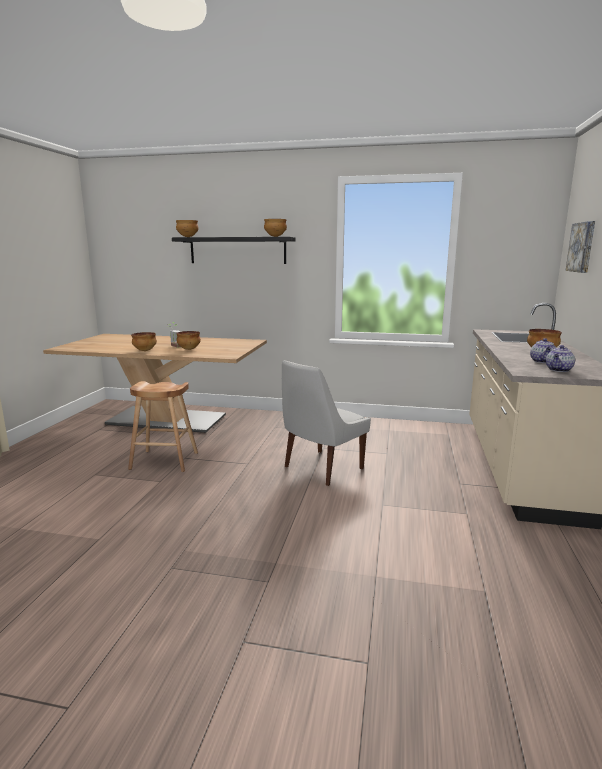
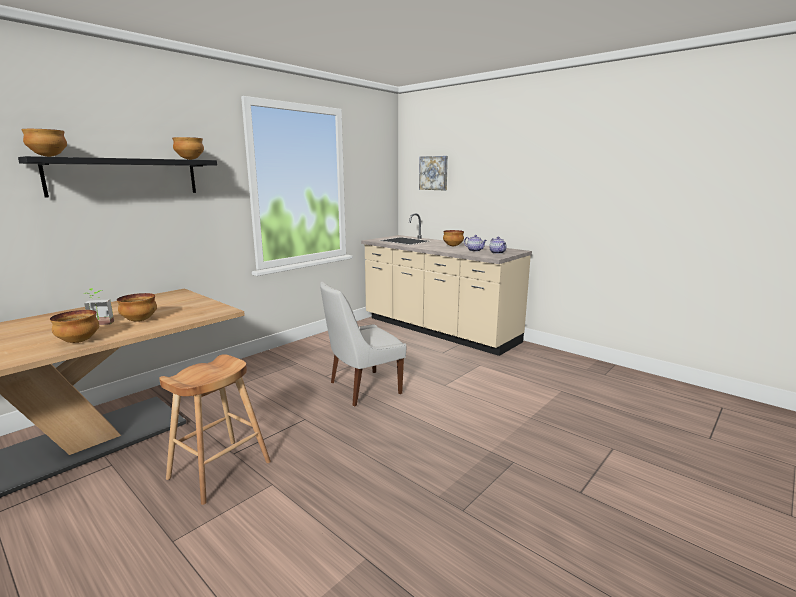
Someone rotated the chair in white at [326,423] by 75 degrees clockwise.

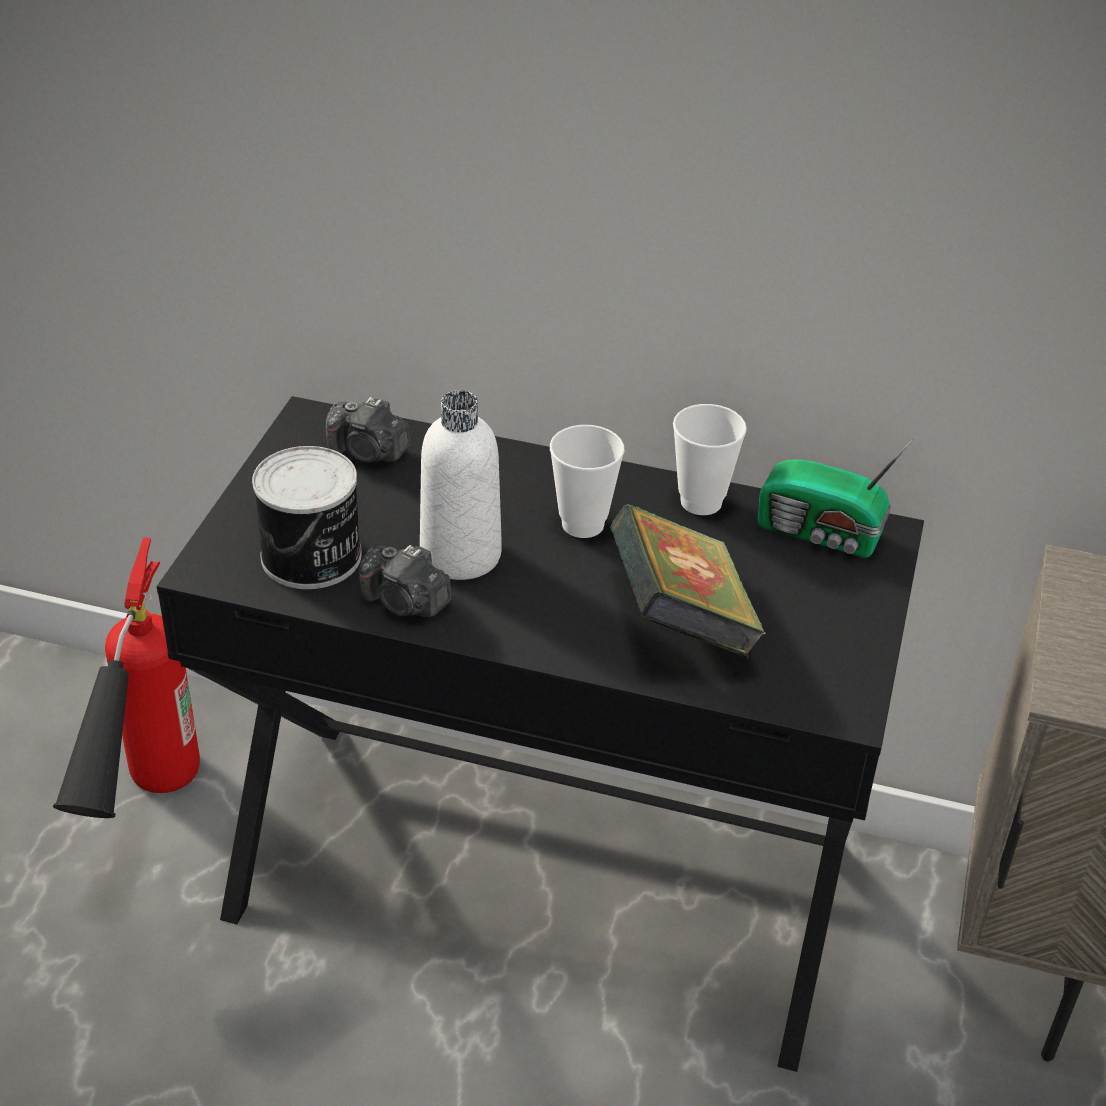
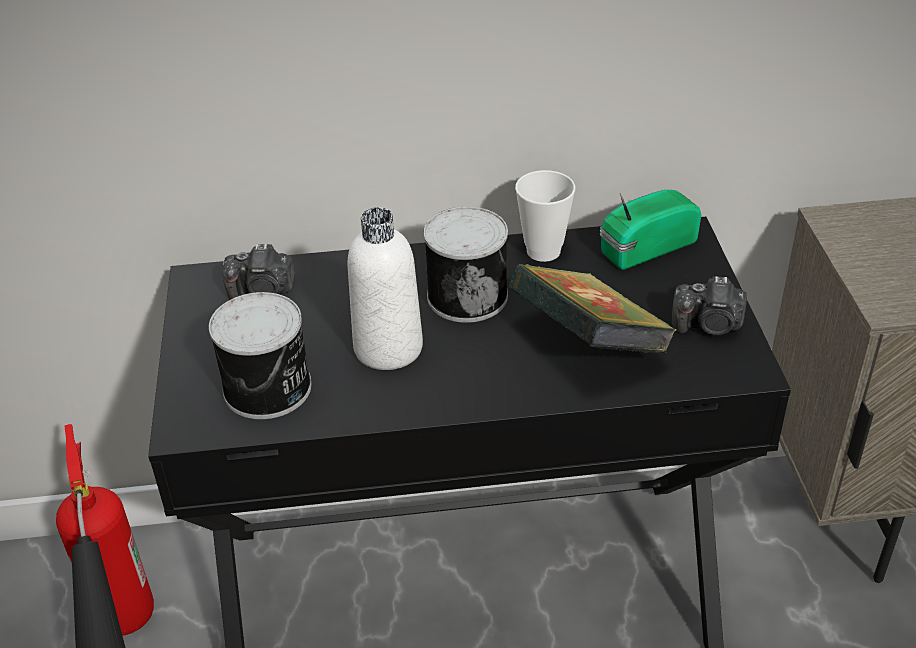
Someone carried the photo camera from [405,580] to [709,306].
Someone swapped the cup at [587,481] for the can at [465,265].
Someone rotated the radio at [835,499] by 150 degrees clockwise.

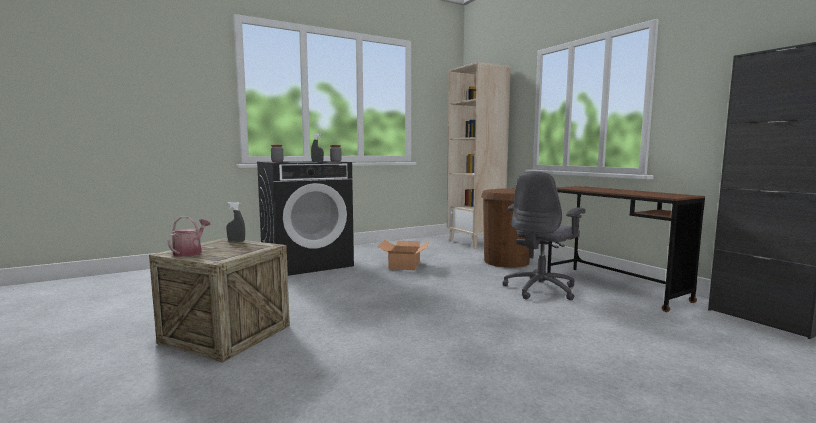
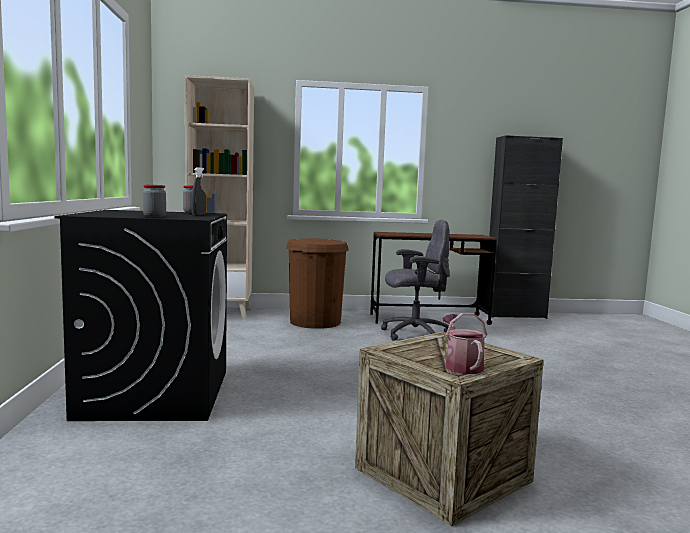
Someone rotated the watering can at [188,237] by 45 degrees clockwise.
Someone took away the spray bottle in grey at [235,222].
Someone took away the cardboard box at [403,255].
Someone rotated the office chair in grey at [544,235] by 75 degrees counterclockwise.

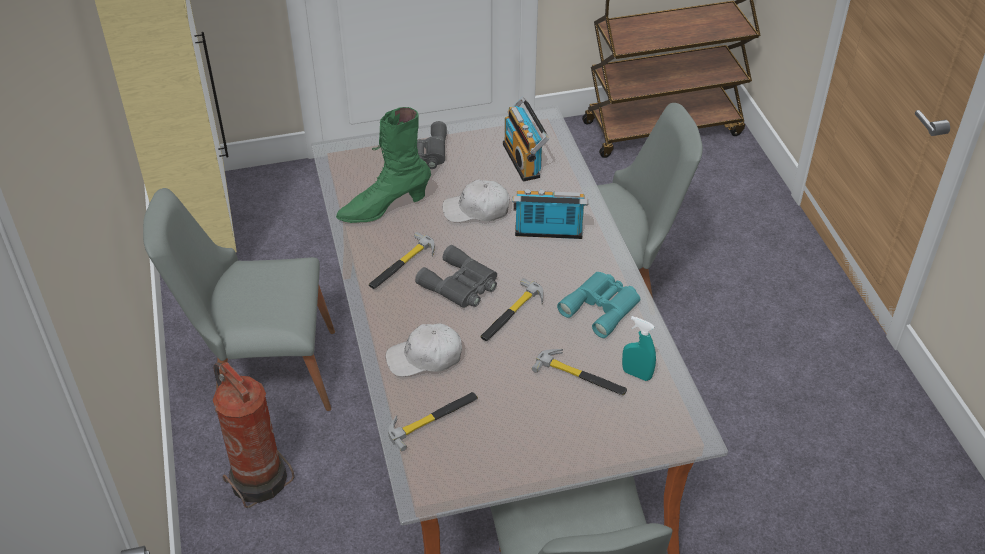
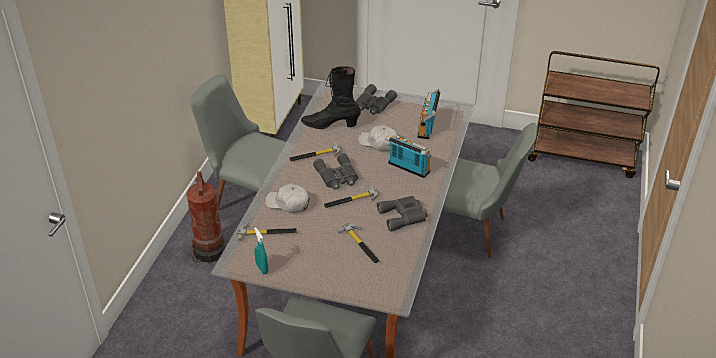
Someone repainted the boot in green at [383,165], which became the boot in black at [331,97].
Someone repainted the binoculars in turquoise at [598,305], which became the binoculars in grey at [402,213].
Someone carried the spray bottle in turquoise from [639,348] to [261,250].

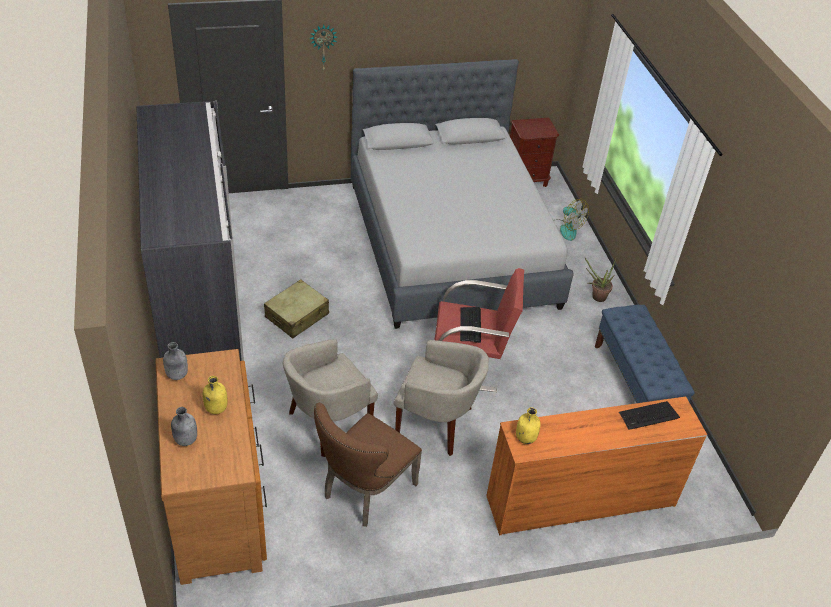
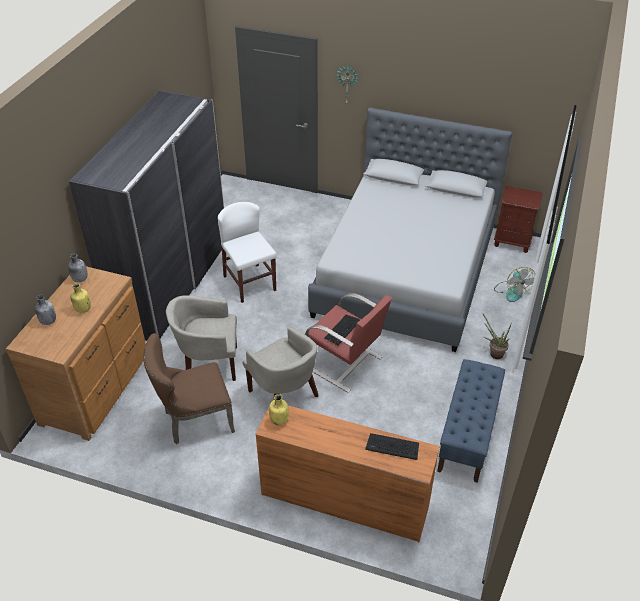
Someone swapped the suitcase in beige at [296,308] for the chair in white at [247,252].

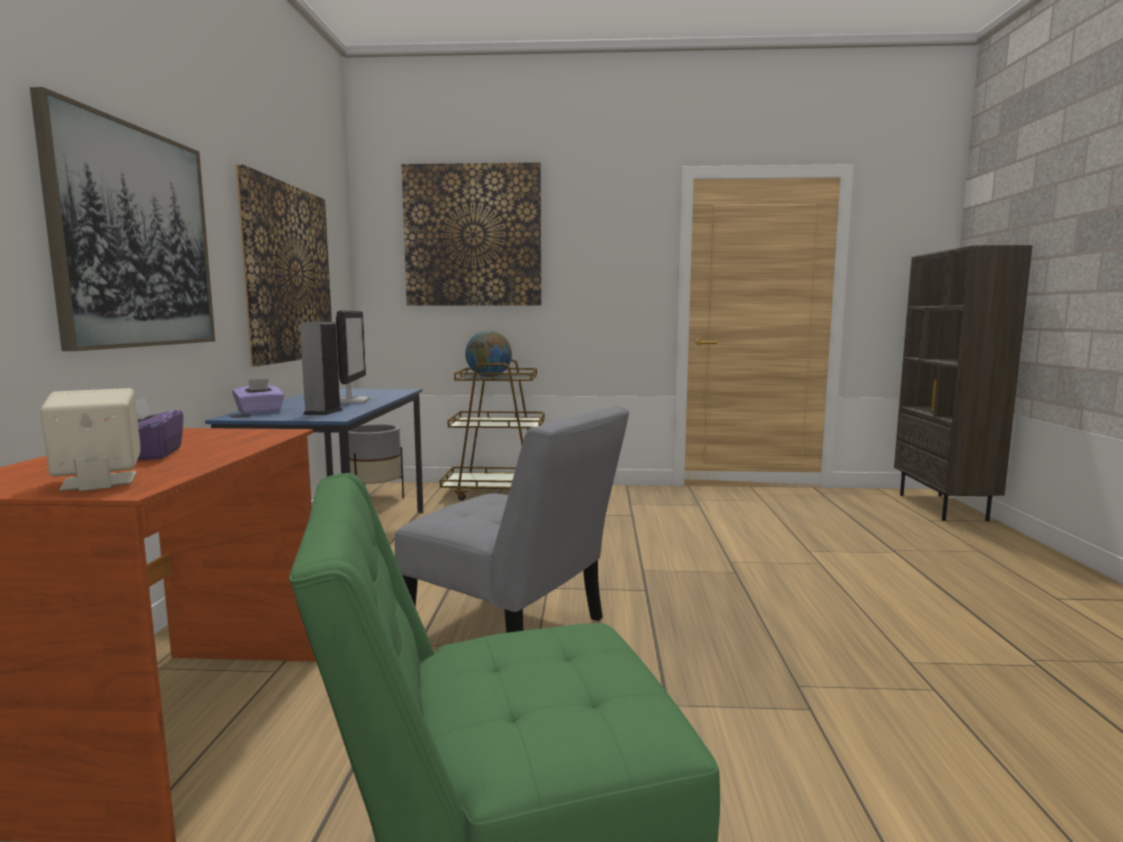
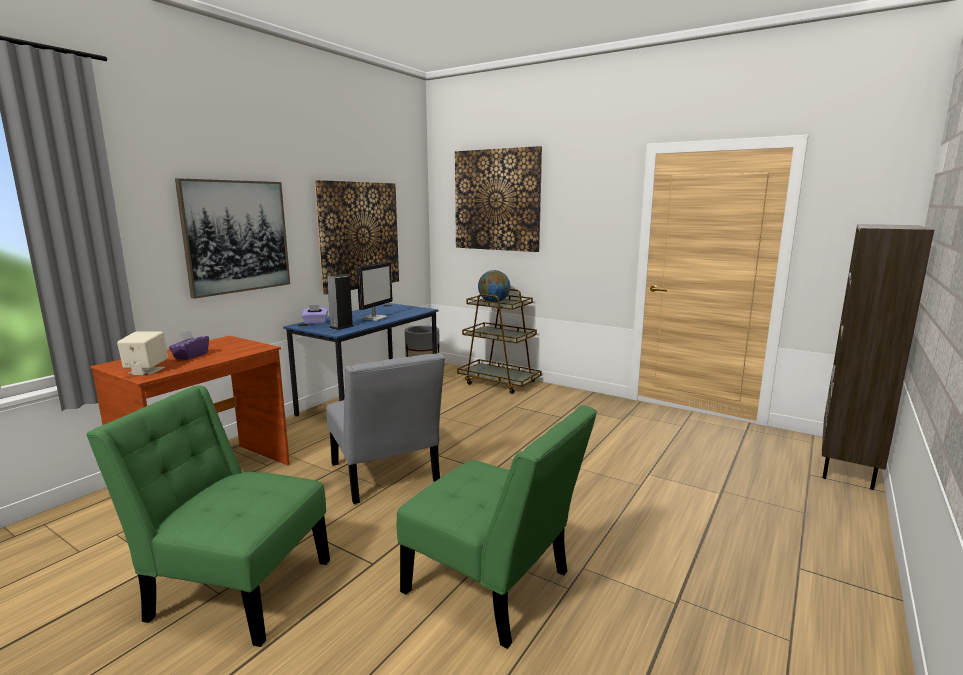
Someone put down the chair in green at [497,527].

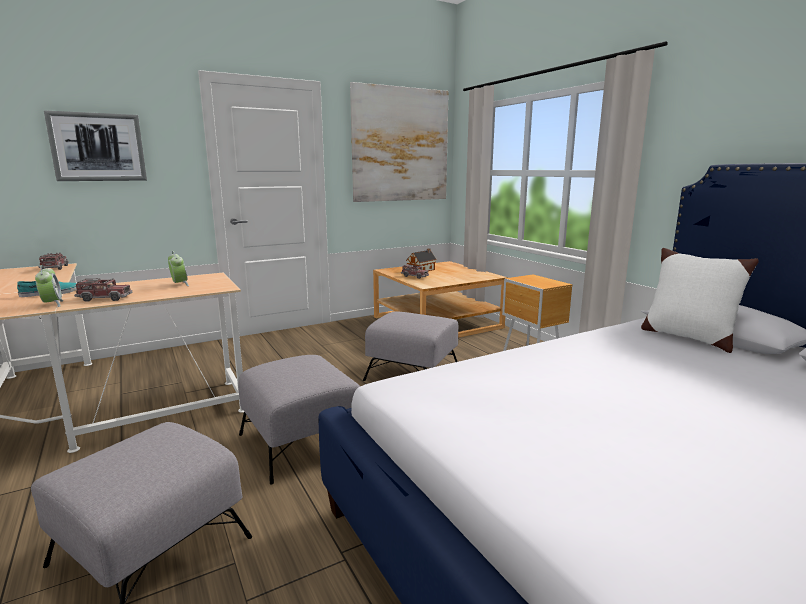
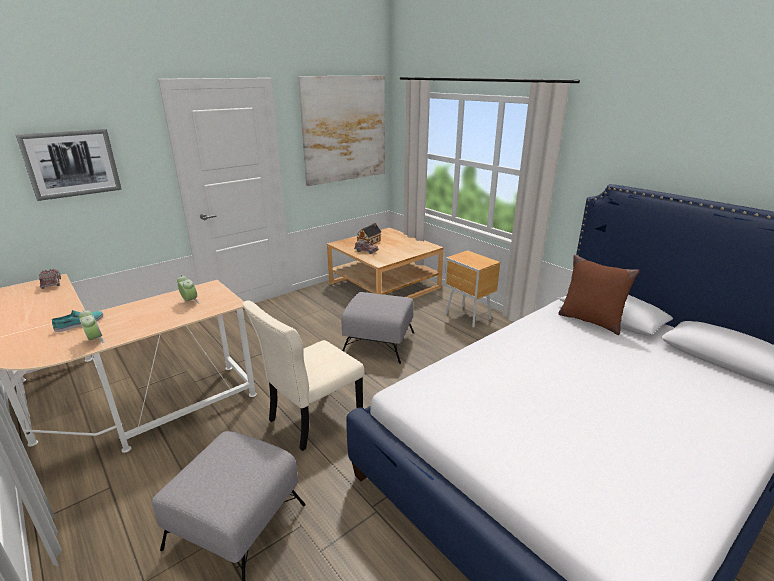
Someone took away the toy truck at [103,290].
Someone swapped the ottoman in grey at [299,420] for the chair in beige at [303,375].
Someone repainted the pillow in white at [700,300], which became the pillow in brown at [598,295].

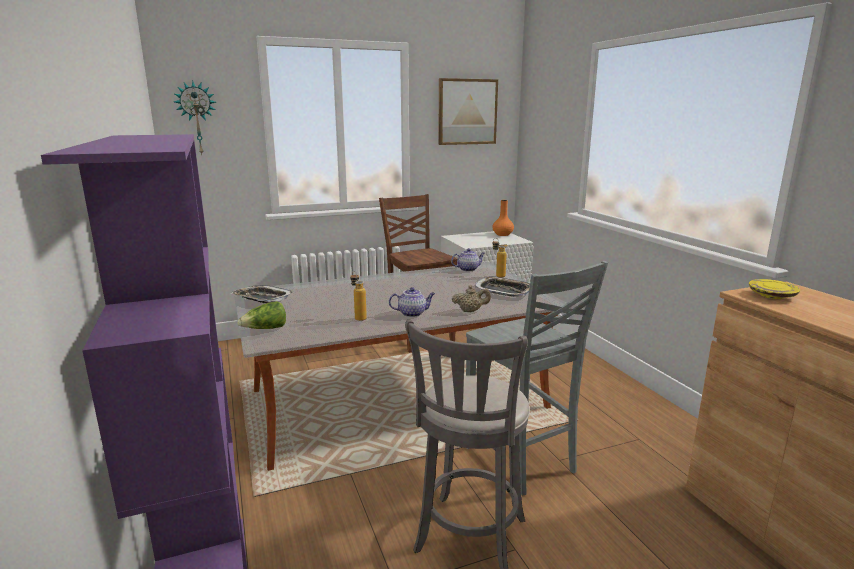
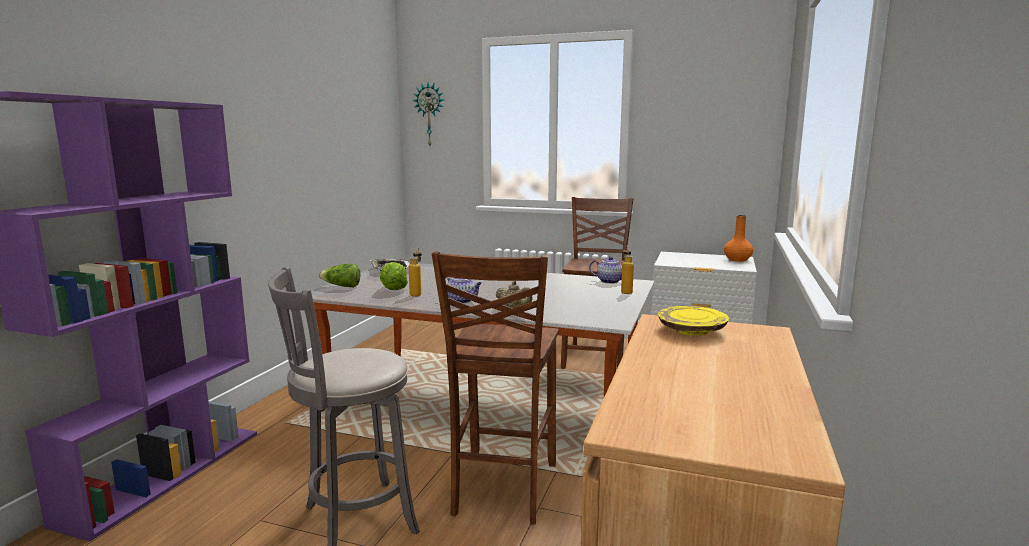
Someone took away the picture at [468,111].
Someone repainted the chair in grey at [537,378], which became the chair in brown at [495,388].
Someone took away the tray at [502,287].
Someone put down the lettuce at [394,276].

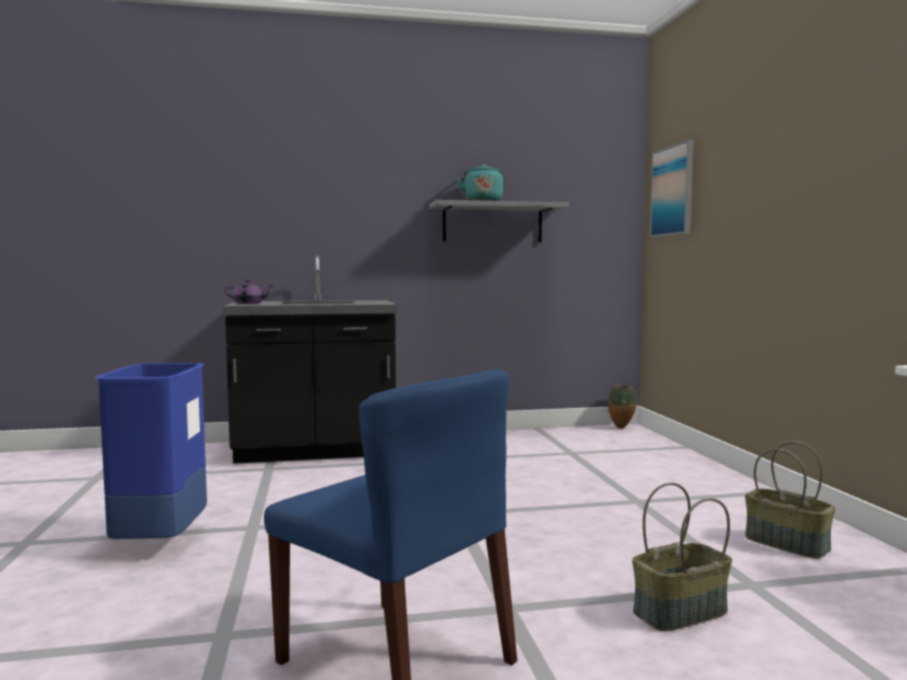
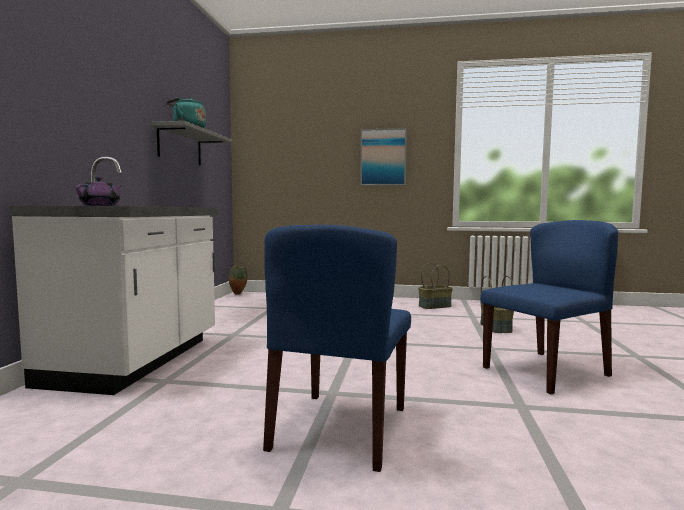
Someone swapped the trash can in blue at [151,451] for the chair in blue at [337,348].
Someone repainted the counter in black at [310,359], which became the counter in white at [114,276].
Someone carried the picture from [672,188] to [383,156].

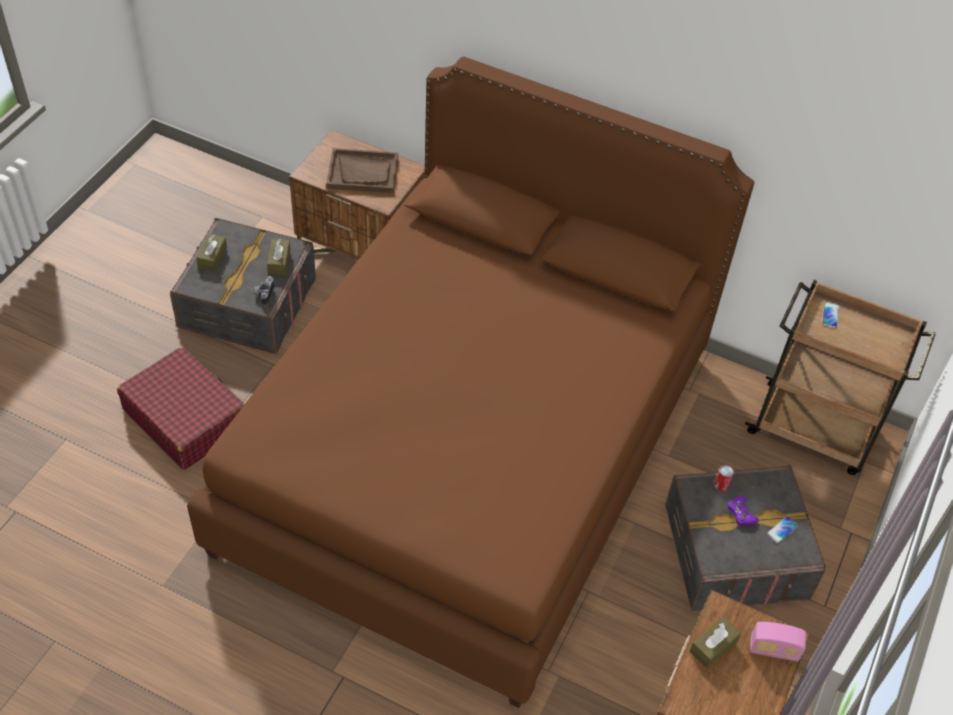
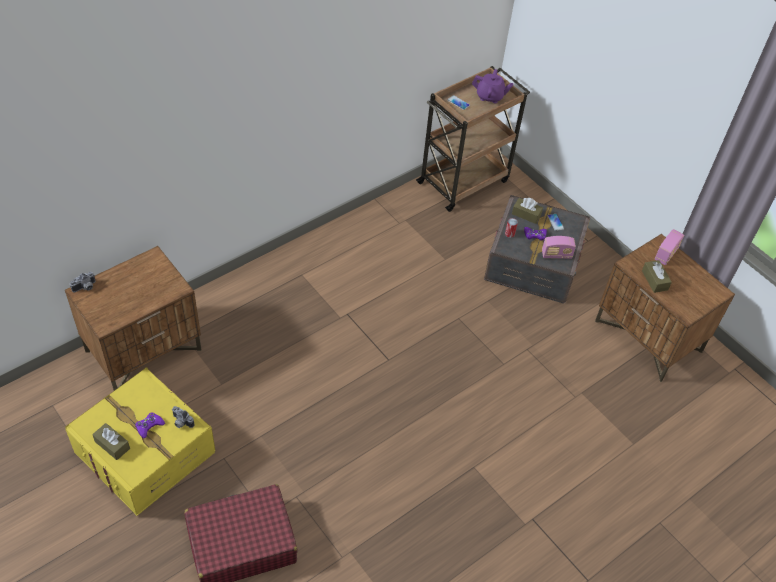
Someone repainted the storage box in grey at [243,286], which became the storage box in yellow at [140,442].
Someone took away the bed in brown at [470,382].
Someone carried the tissue box in brown from [279,257] to [527,211].
Someone took away the tray in brown at [362,170].
Someone put down the photo camera at [82,282].
Someone put down the game controller in purple at [150,425].
Someone put down the teapot in purple at [493,86].
Someone put down the radio at [559,247].

